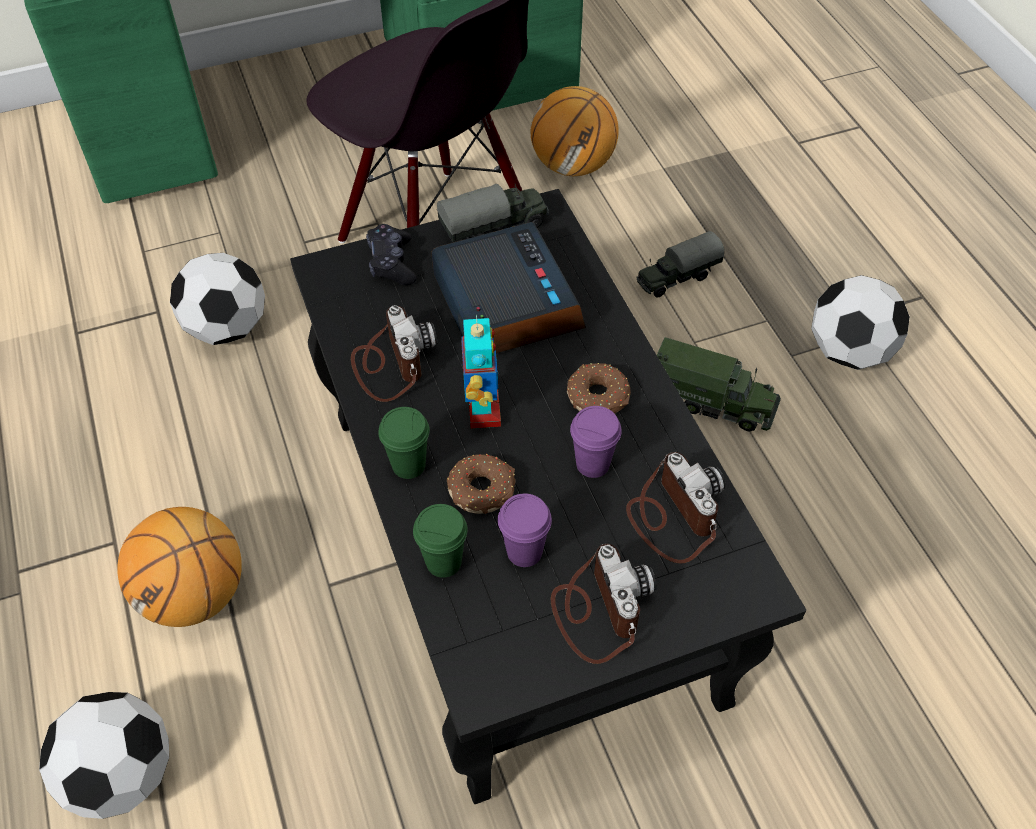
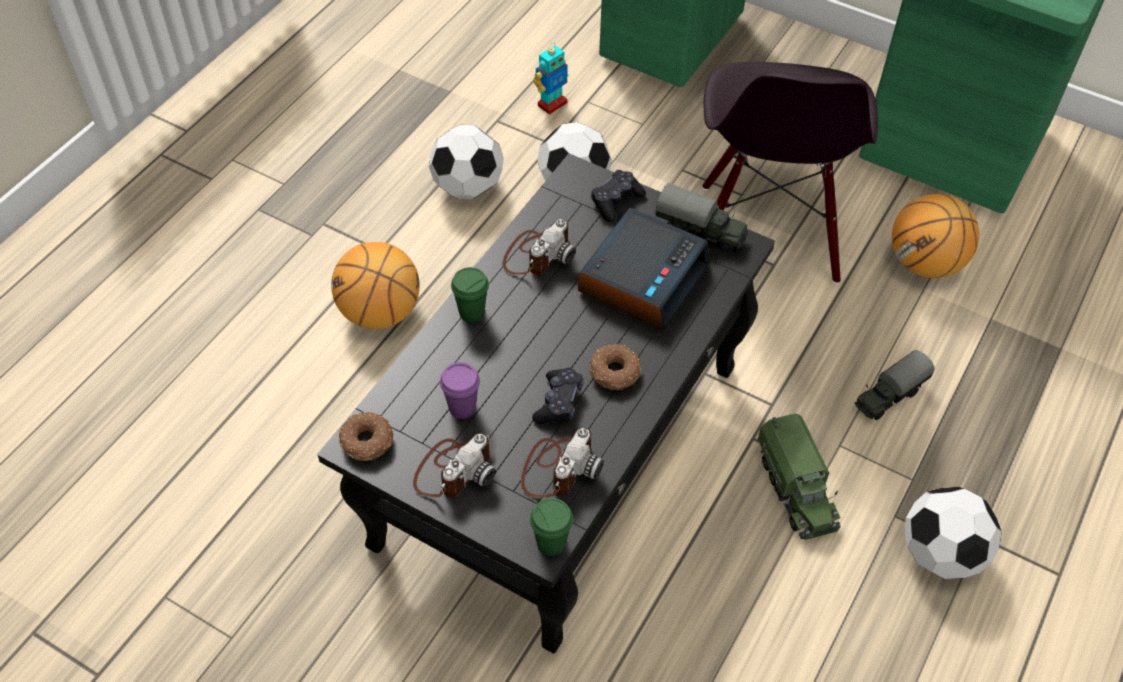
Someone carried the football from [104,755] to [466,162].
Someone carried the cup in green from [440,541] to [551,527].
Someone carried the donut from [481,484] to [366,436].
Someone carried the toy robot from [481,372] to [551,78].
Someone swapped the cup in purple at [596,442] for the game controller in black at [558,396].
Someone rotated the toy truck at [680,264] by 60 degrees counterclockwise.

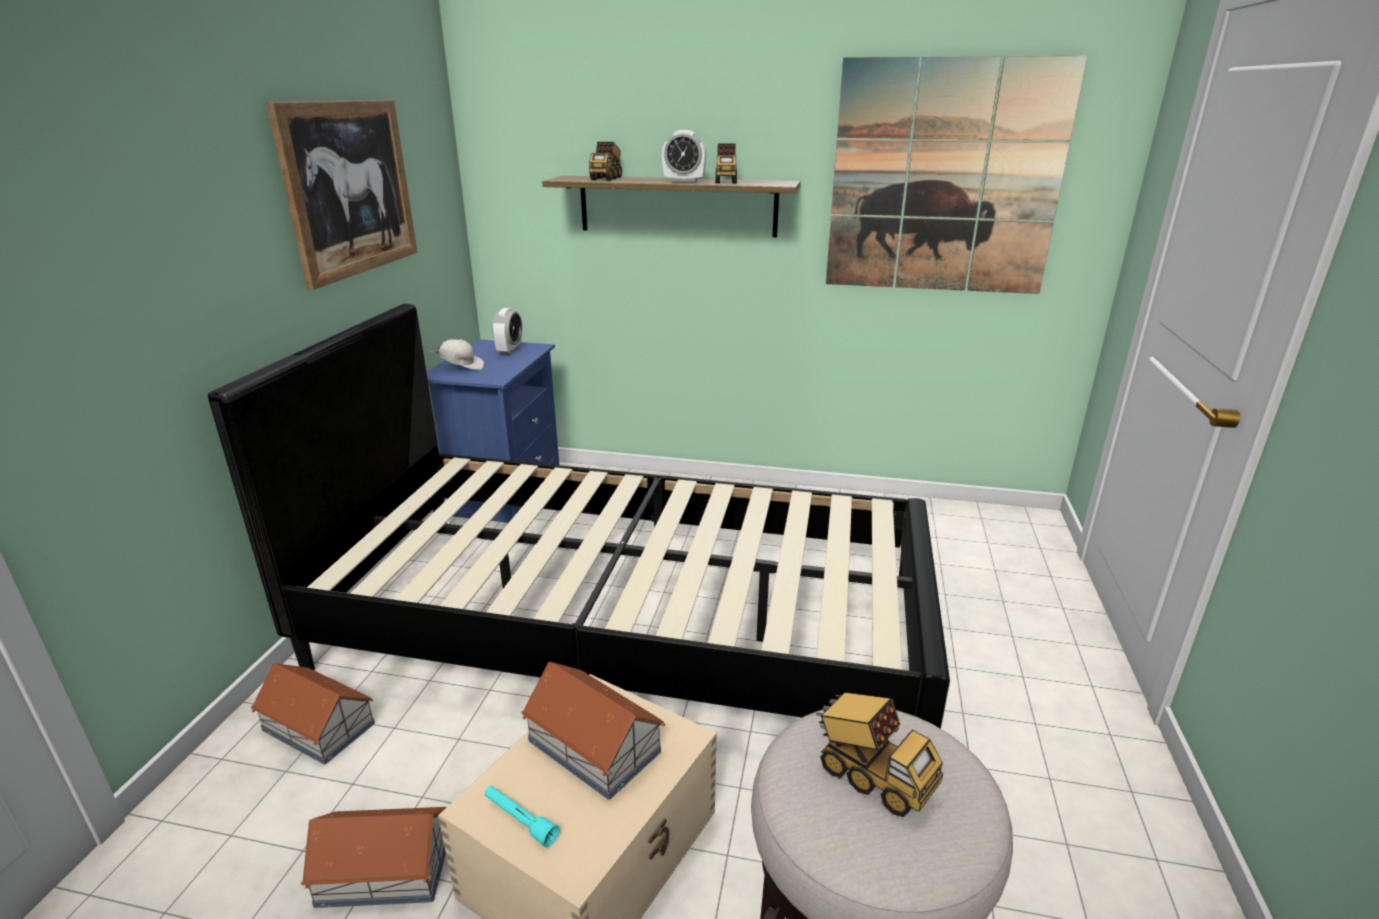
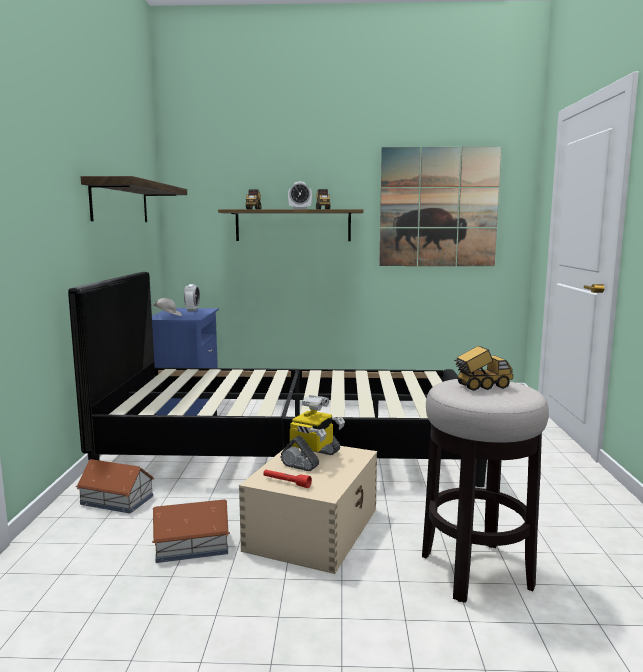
Someone swapped the picture at [342,195] for the shelf at [134,199].
Someone repainted the flashlight in turquoise at [522,816], which became the flashlight in red at [287,478].
Someone swapped the toy house at [593,731] for the toy robot at [312,433].
Someone rotated the toy truck at [879,754] by 45 degrees counterclockwise.

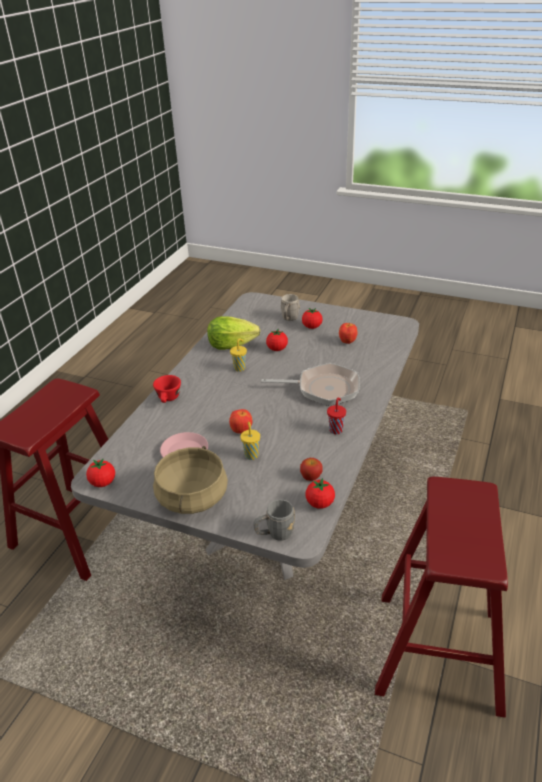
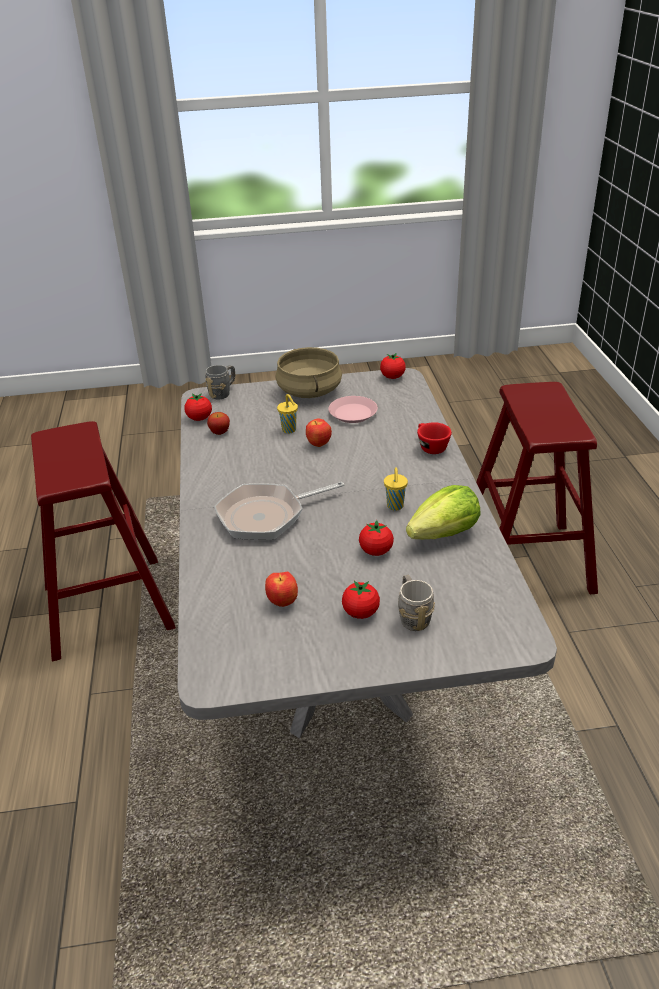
Someone took away the cup in red at [336,415].

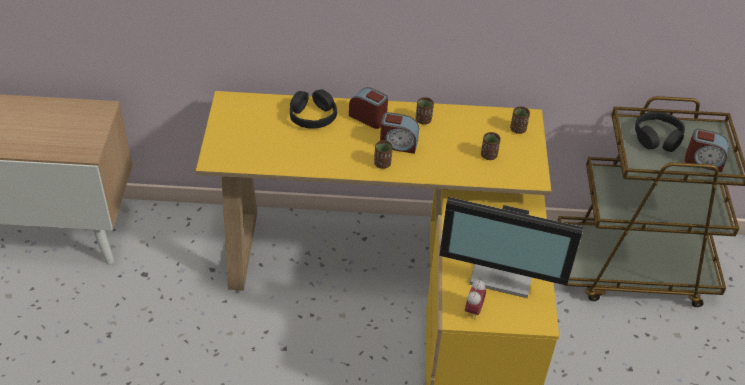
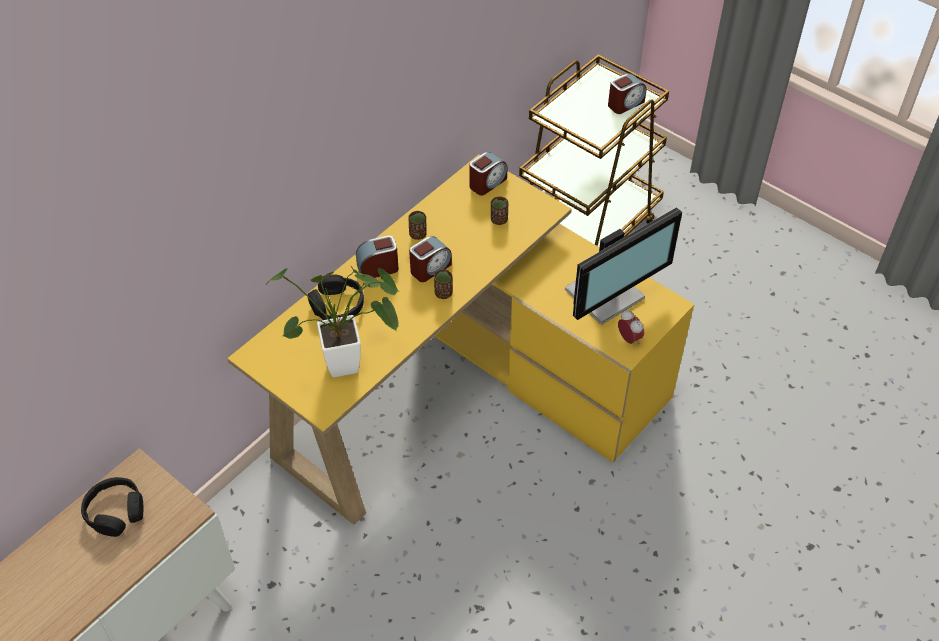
Someone swapped the cup in brown at [520,120] for the alarm clock at [488,174].
Someone carried the headphones in black from [660,131] to [112,507].
Someone put down the potted plant at [332,321].

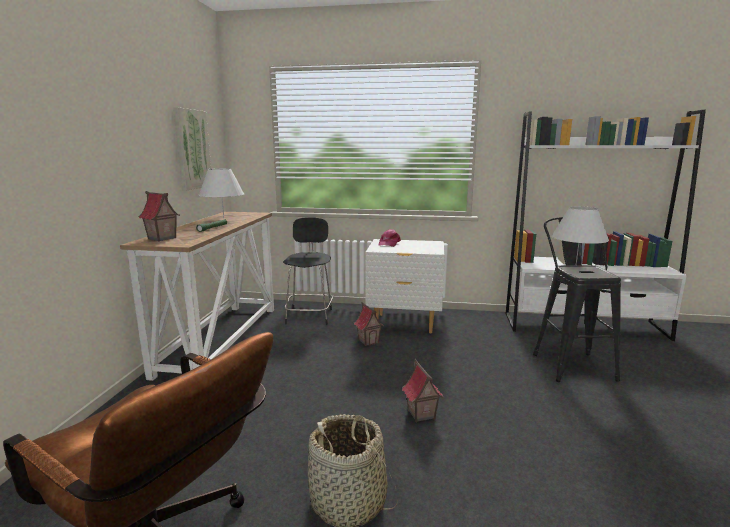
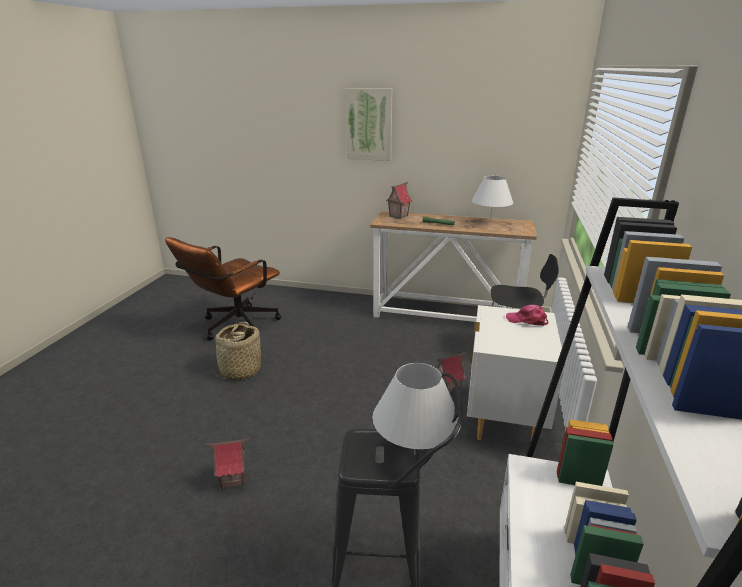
Someone carried the picture from [192,148] to [368,124].
Someone carried the toy house from [422,390] to [227,464].

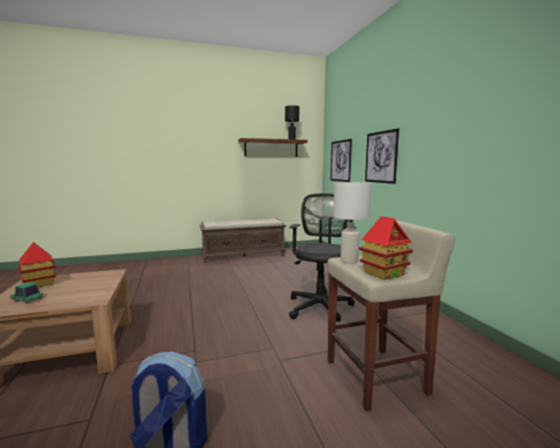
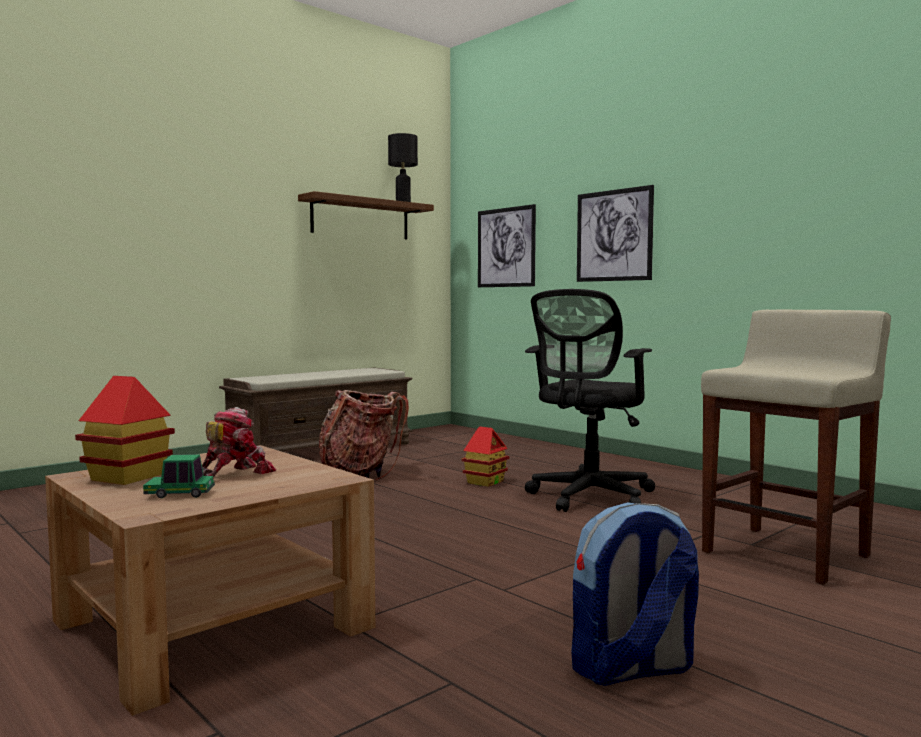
Someone rotated the office chair in black at [322,257] by 135 degrees counterclockwise.
Someone took away the table lamp in white at [352,222].
Someone carried the toy house from [386,248] to [485,456].
Someone put down the toy robot at [239,442].
Someone put down the backpack at [364,435].

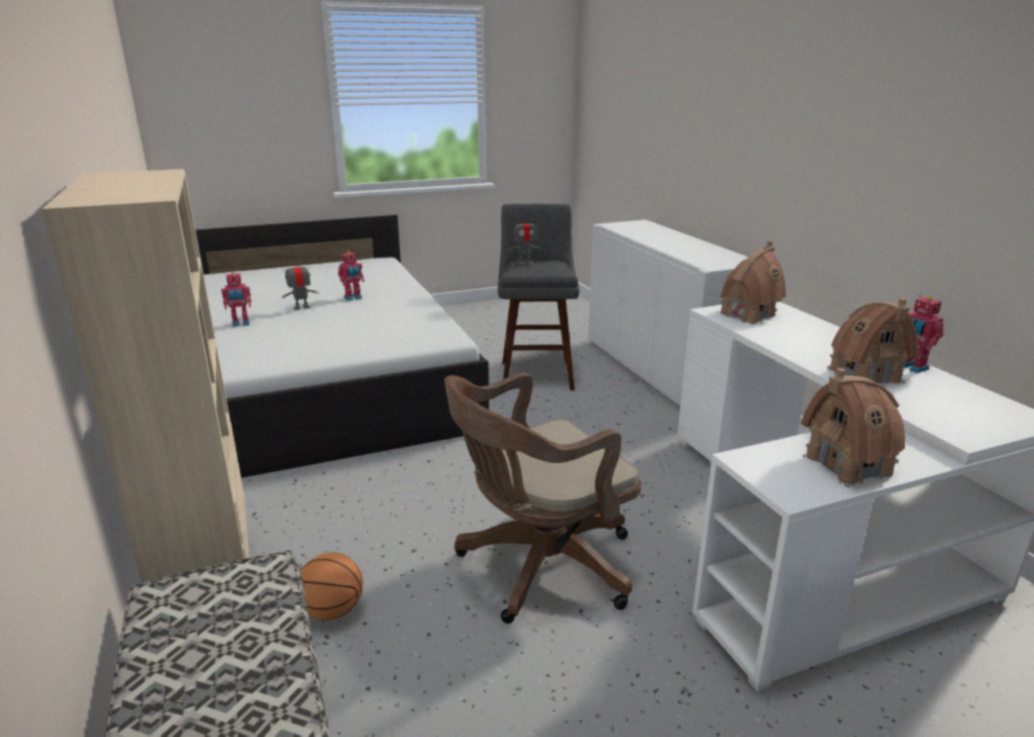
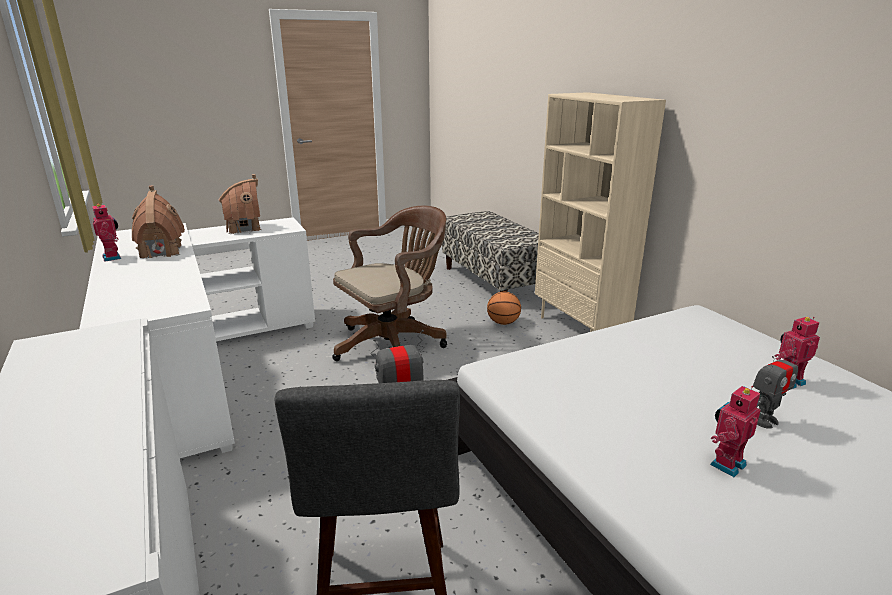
Someone took away the toy house at [753,282].

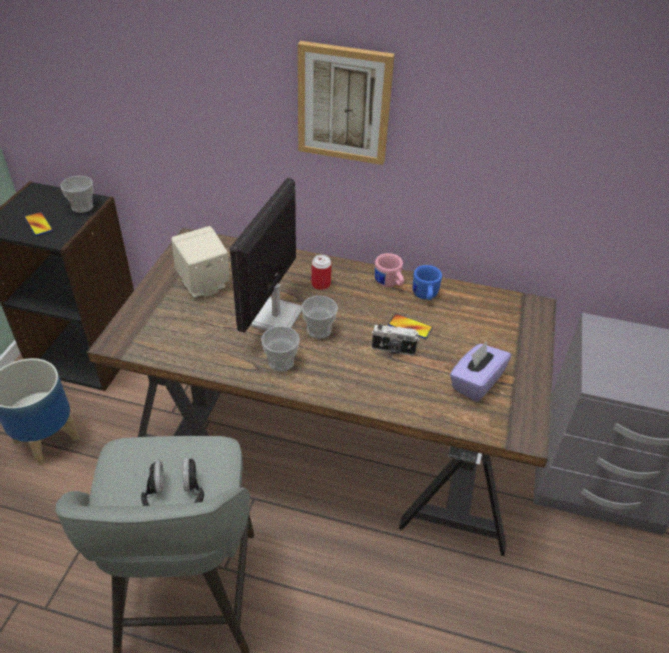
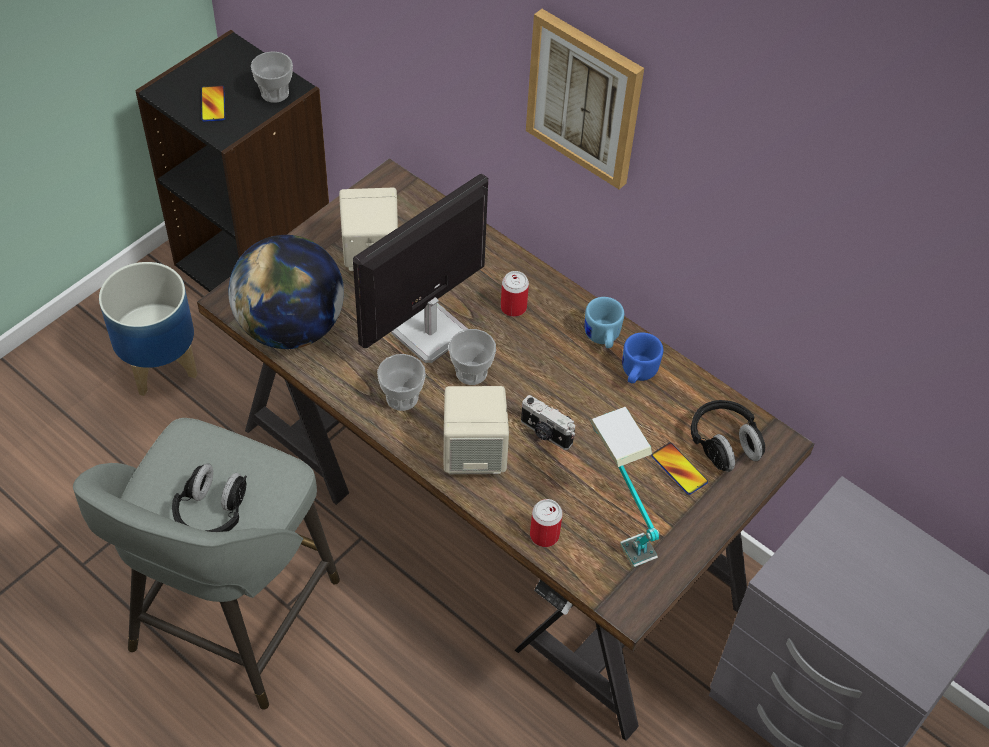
Someone repainted the mug in pink at [389,270], which became the mug in blue at [604,322].
Someone carried the phone from [410,326] to [679,469].
Someone swapped the tissue box in purple at [480,372] for the table lamp at [625,487].
Someone put down the globe at [286,292].
Someone put down the speaker in beige at [476,430].
Someone put down the can at [546,523].
Someone put down the headphones in black at [728,436].

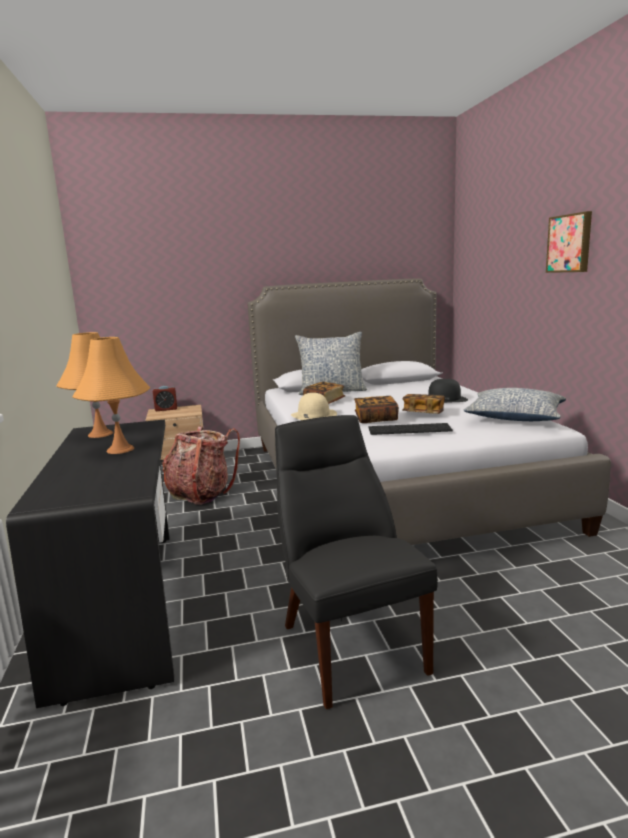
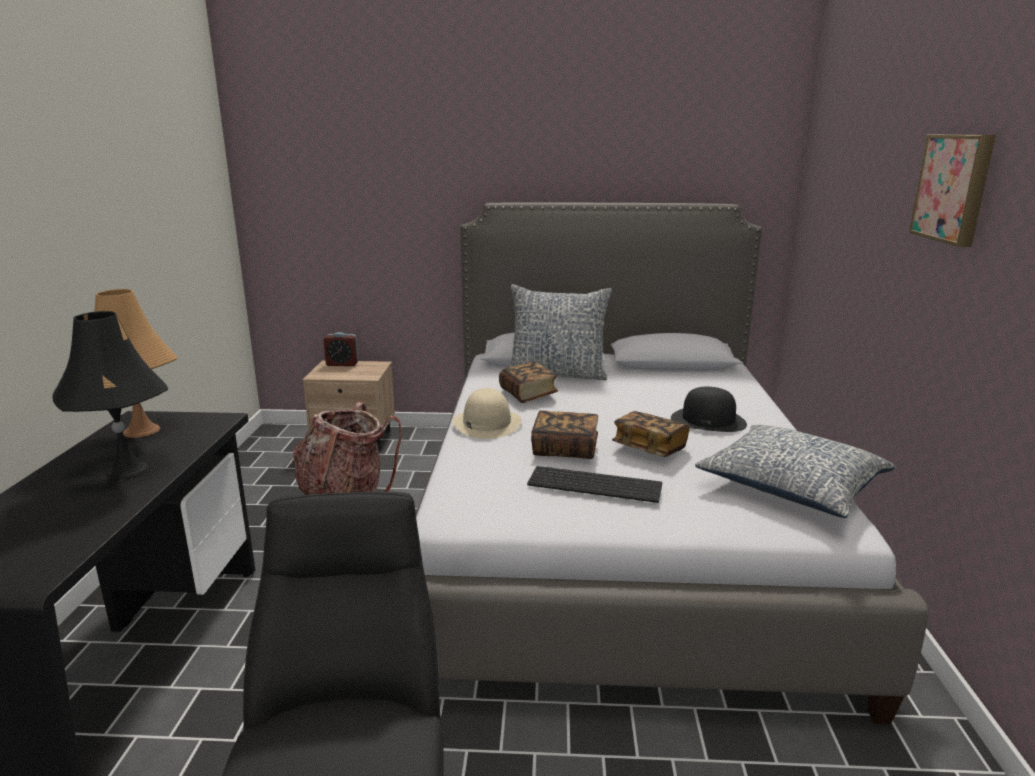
Someone repainted the table lamp in orange at [111,395], which became the table lamp in black at [110,395].

